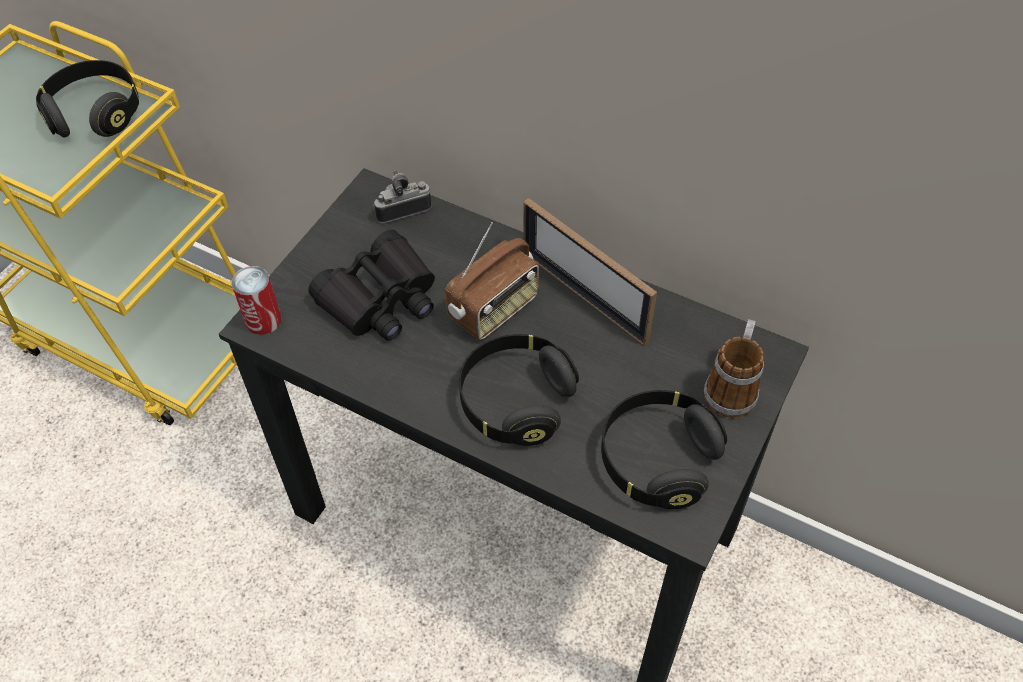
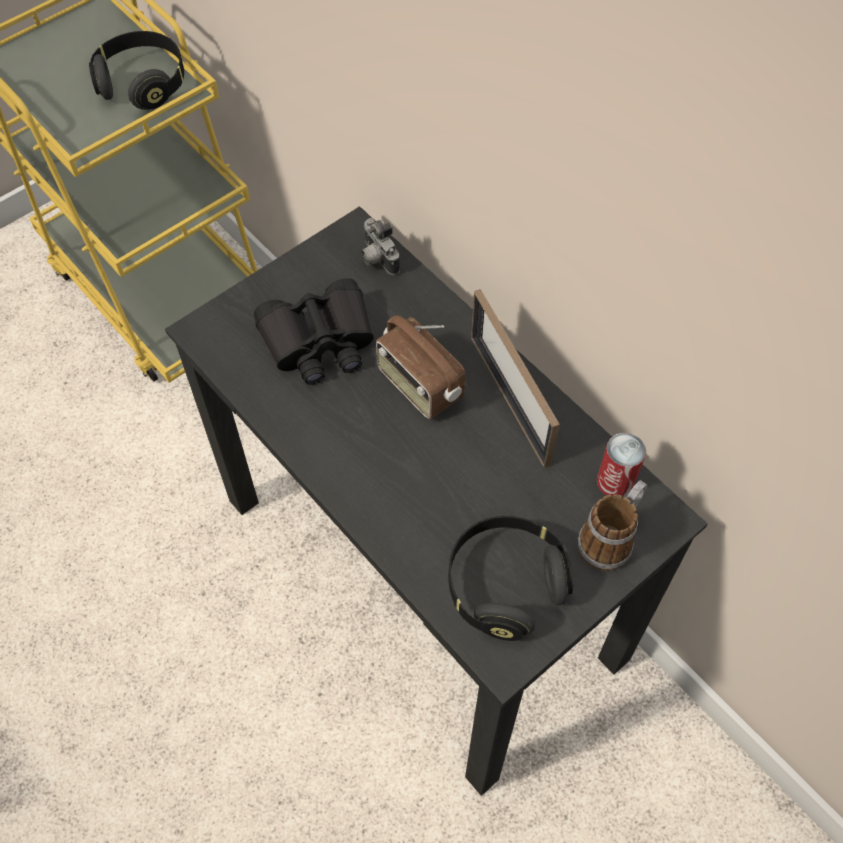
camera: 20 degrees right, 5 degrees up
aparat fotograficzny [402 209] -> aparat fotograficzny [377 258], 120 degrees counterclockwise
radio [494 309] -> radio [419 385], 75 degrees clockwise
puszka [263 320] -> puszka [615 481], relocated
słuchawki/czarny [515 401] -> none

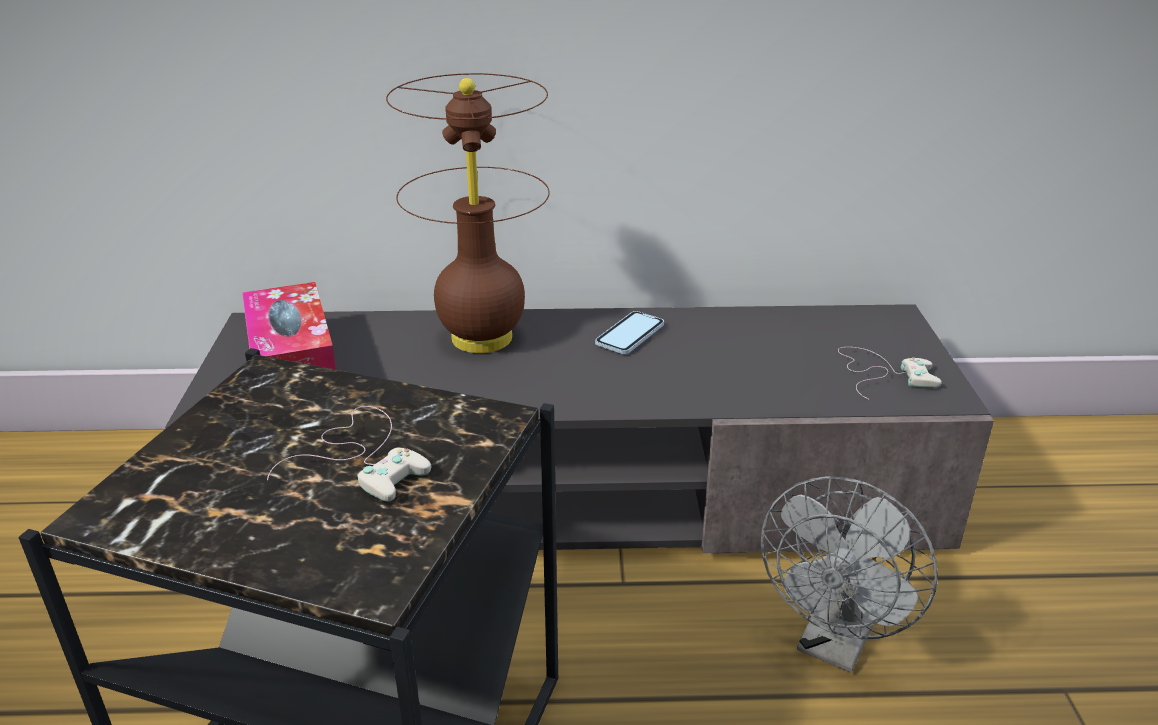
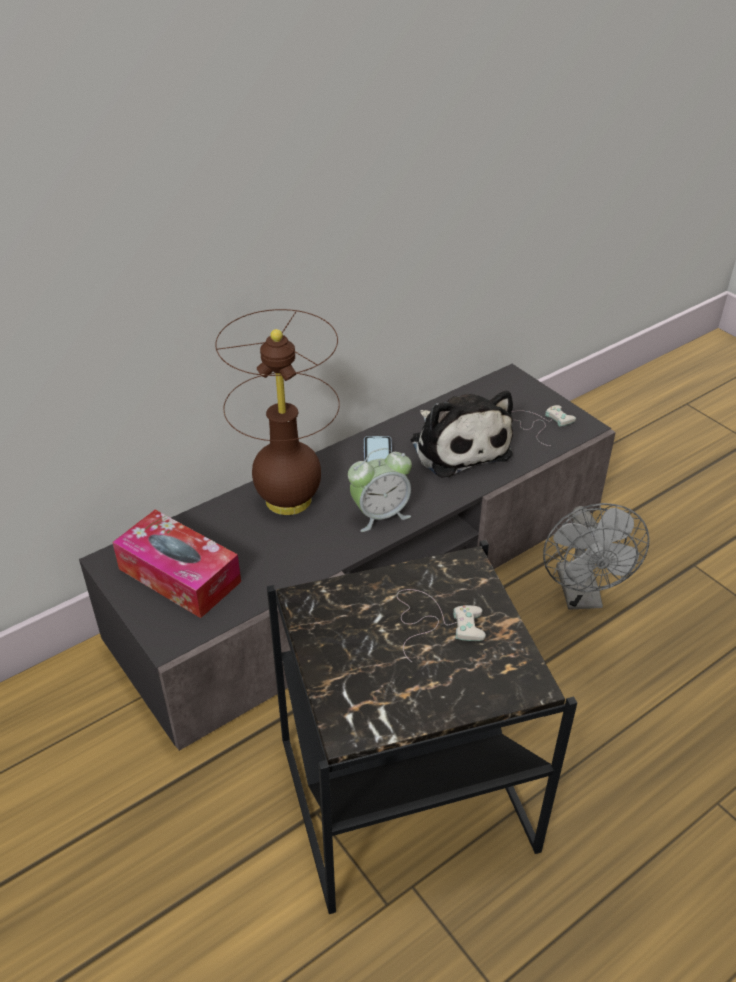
camera: 35 degrees left, 10 degrees up
none -> pluszak [458 445]
none -> budzik [380 515]

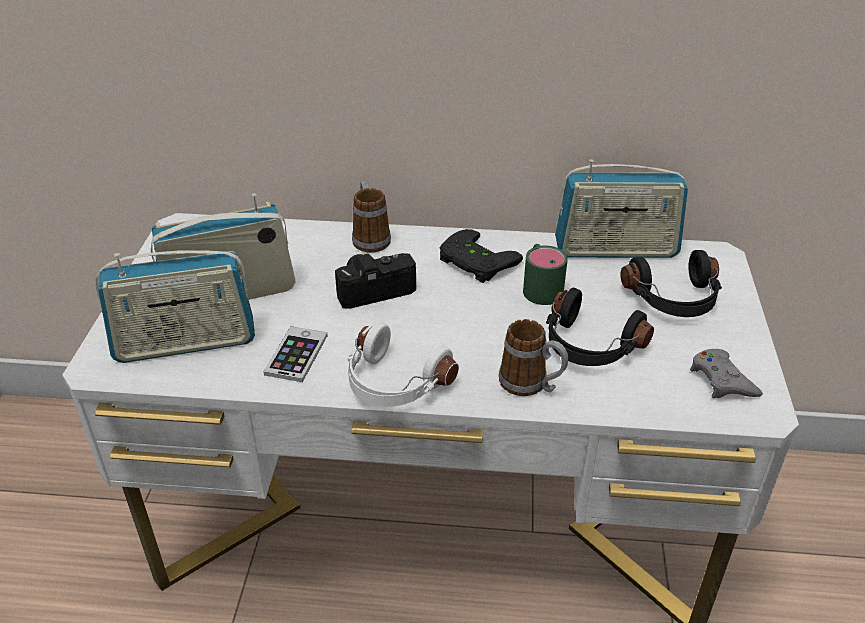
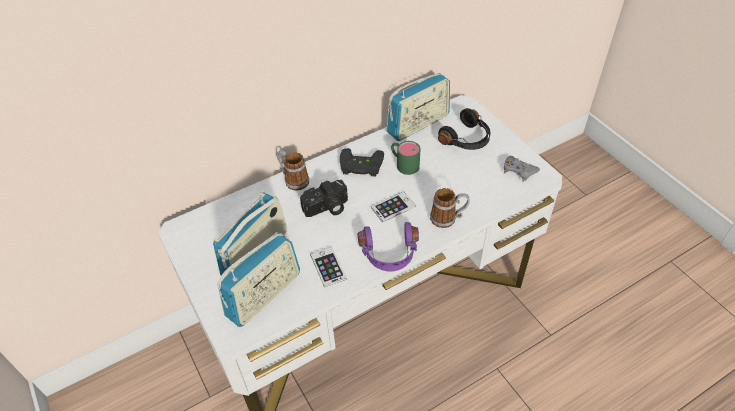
camera: 35 degrees left, 10 degrees up
aparat fotograficzny [374 288] -> aparat fotograficzny [327 208], 150 degrees counterclockwise
słuchawki/czarny [589 346] -> none
słuchawki/biały [394 384] -> słuchawki/fioletowy [389 254]
none -> telefon [393 207]

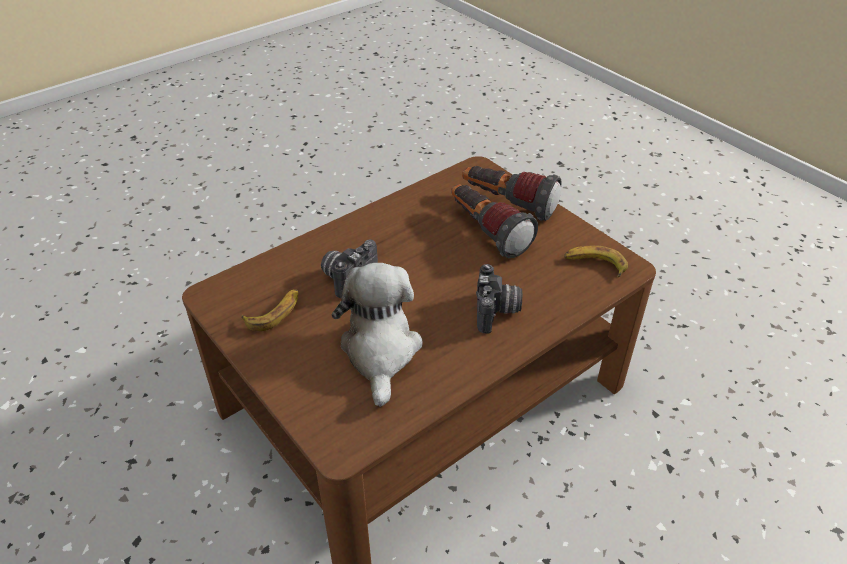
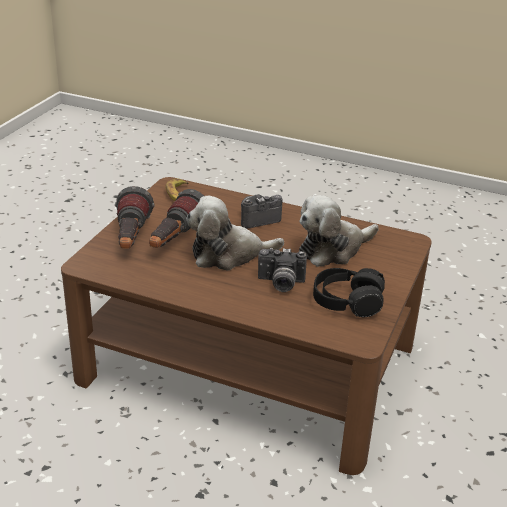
camera: 120 degrees left, 10 degrees down
banan [275 313] -> słuchawki/czarny [347 302]
none -> pluszak [228 254]

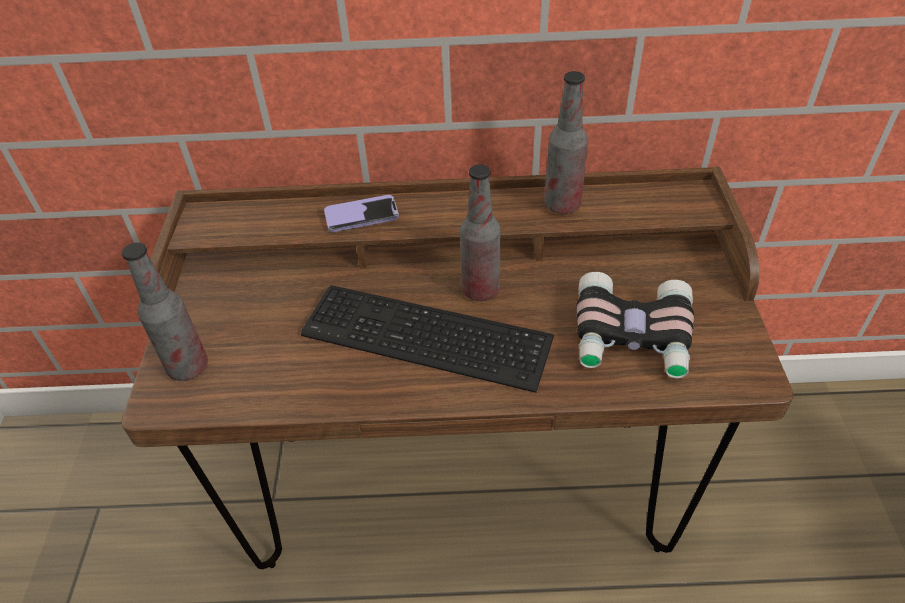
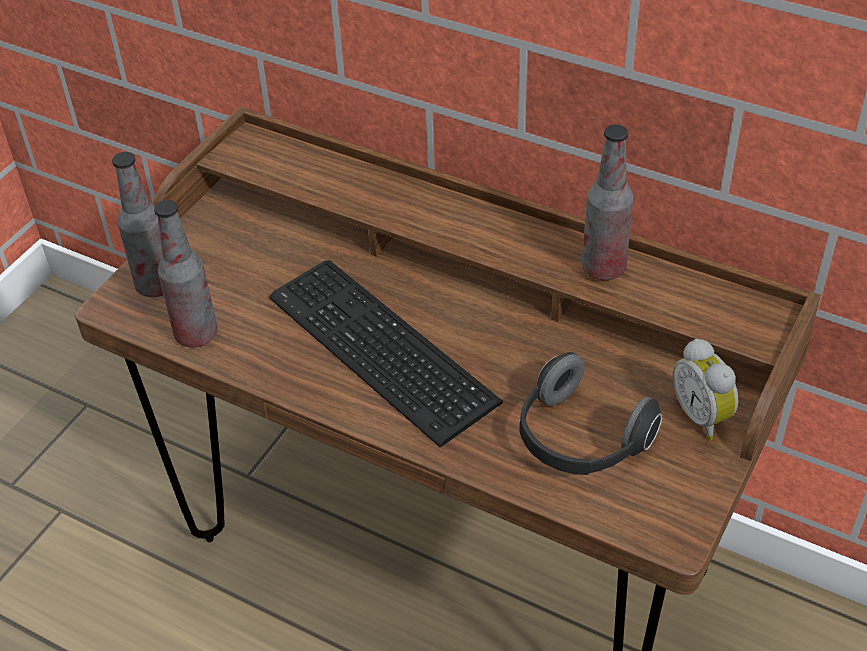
camera: 30 degrees right, 0 degrees up
butelka [480 290] -> butelka [196 334], relocated
telefon [361 215] -> none
lornetka [631 338] -> słuchawki [579 440]
none -> budzik [703 416]

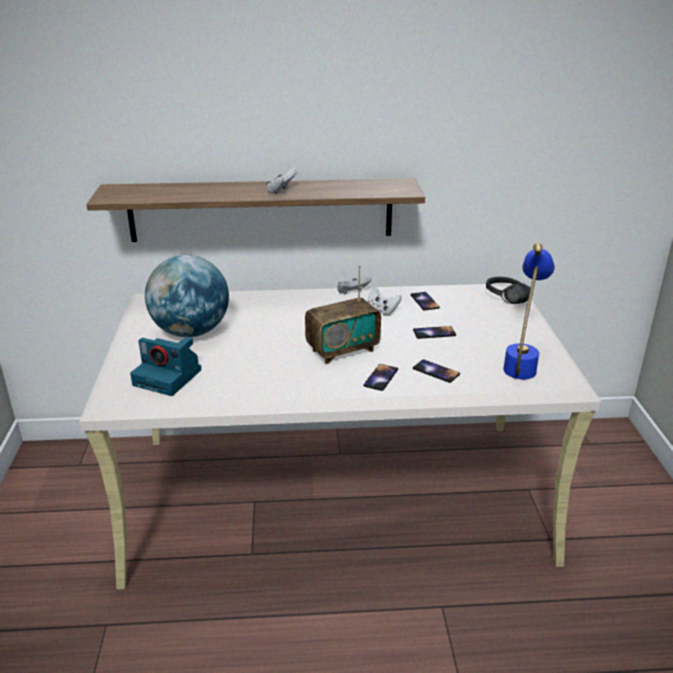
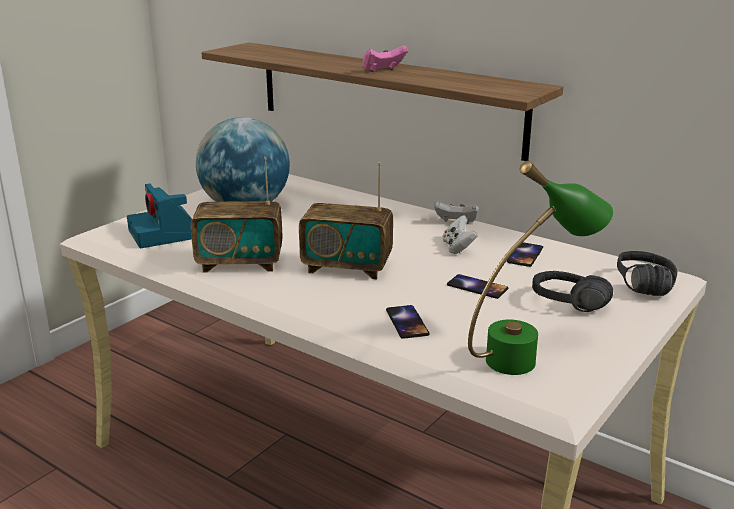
camera: 40 degrees right, 5 degrees down
pad do gier/biały [281 191] -> pad do gier/różowy [382 71]
lampa stołowa/niebieski [521 362] -> lampa stołowa/zielony [529 355]
telefon [380 377] -> none
none -> radio [240 263]
none -> słuchawki/czarny [567 308]

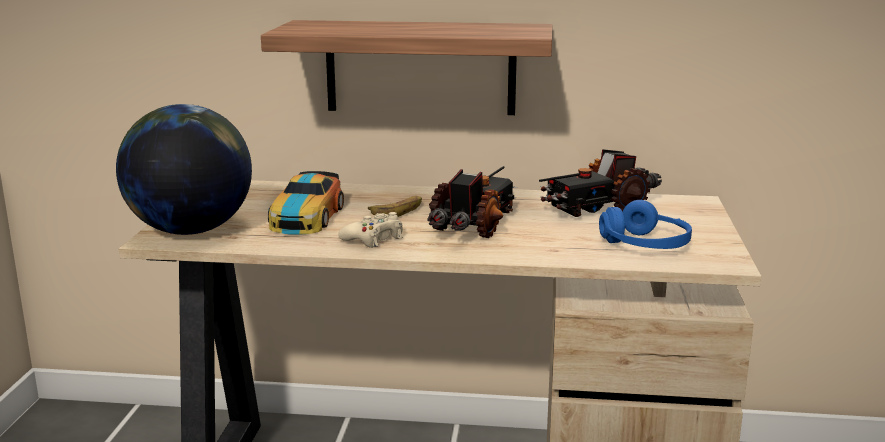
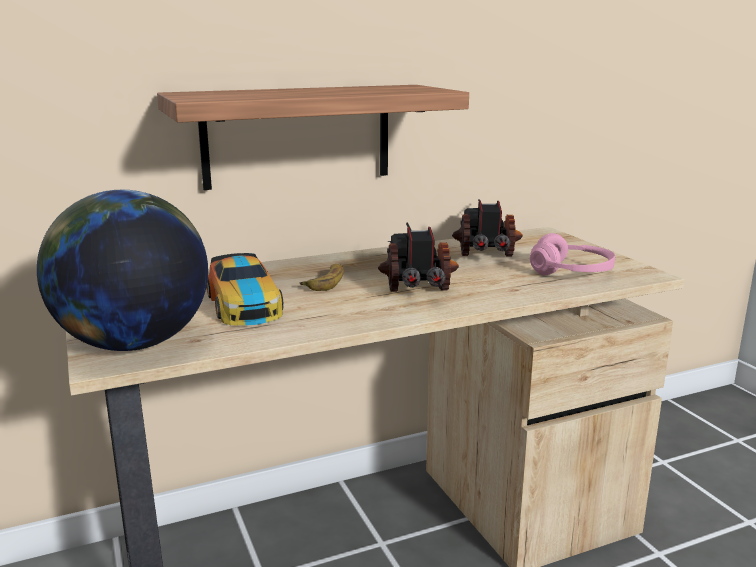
camera: 30 degrees left, 0 degrees up
ciężarówka zabawkowa [597 208] -> ciężarówka zabawkowa [485 250], 150 degrees clockwise
słuchawki/niebieski [645 245] -> słuchawki/różowy [571 272]
pad do gier/beżowy [374 239] -> none

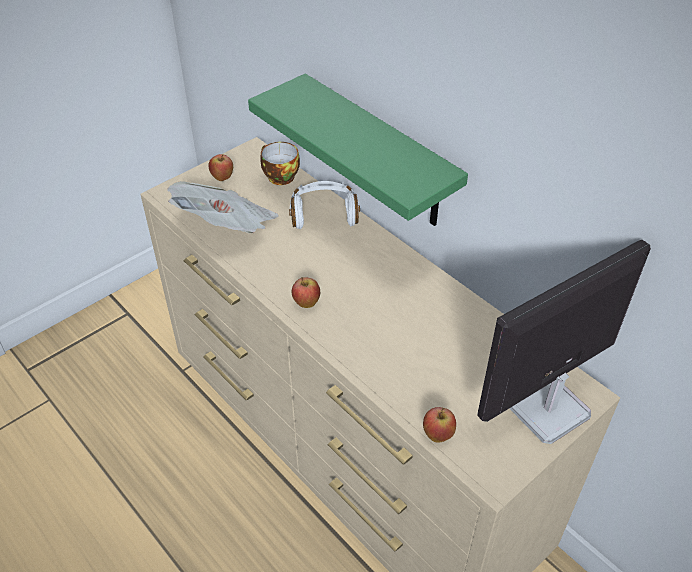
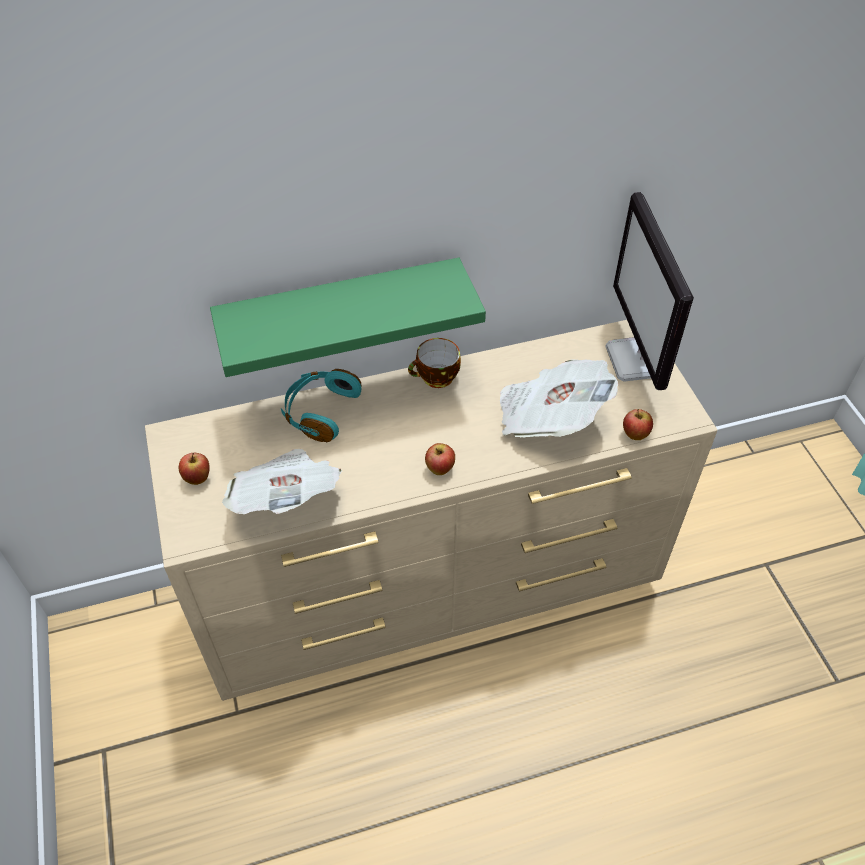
camera: 65 degrees left, 5 degrees up
filiżanka [279 176] -> filiżanka [436 378], relocated
słuchawki/biały [324 213] -> słuchawki/turkusowy [320 412]
none -> gazeta [549 417]

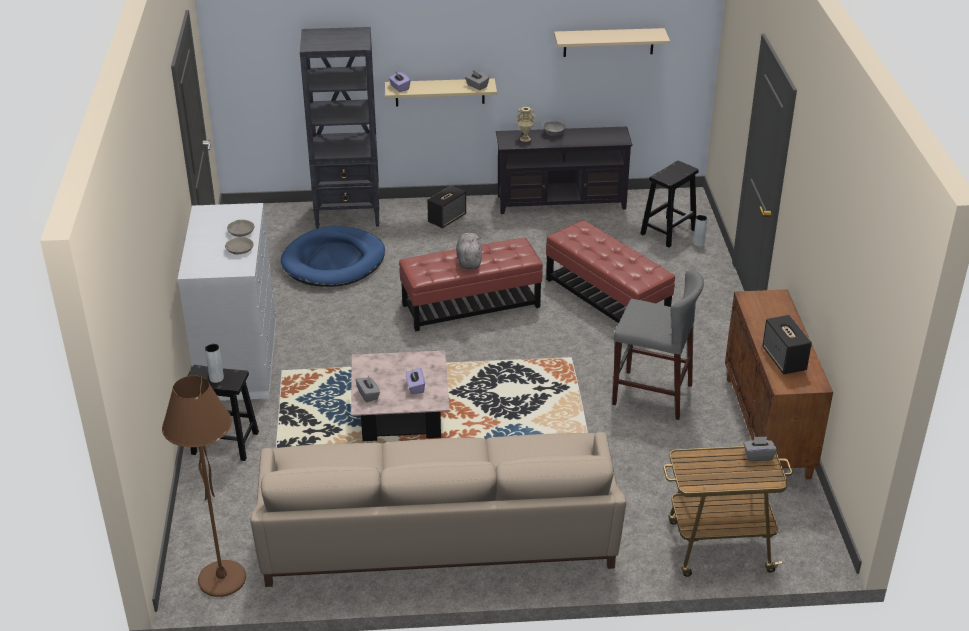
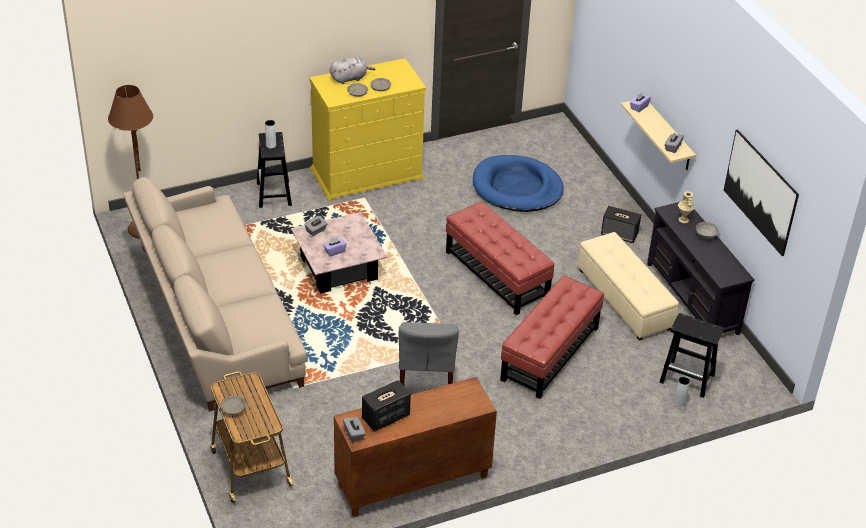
camera: 70 degrees right, 5 degrees up
regał/czarny [348 215] -> none
półka/beżowy [608 42] -> obraz [760 192]
komoda/biały [237 360] -> komoda/żółty [367 174]
pluszak/szary [469 261] -> pluszak/szary [350 78], relocated
pudełko chusteczek/szary [758 456] -> pudełko chusteczek/szary [354 434], relocated
none -> pufa/beżowy [624 299]
none -> miska/szary [233 408]

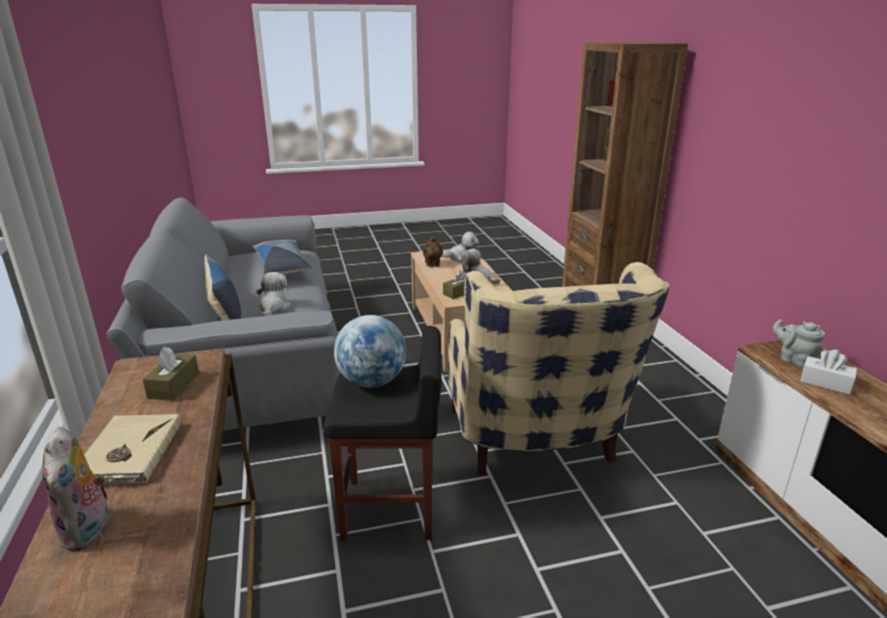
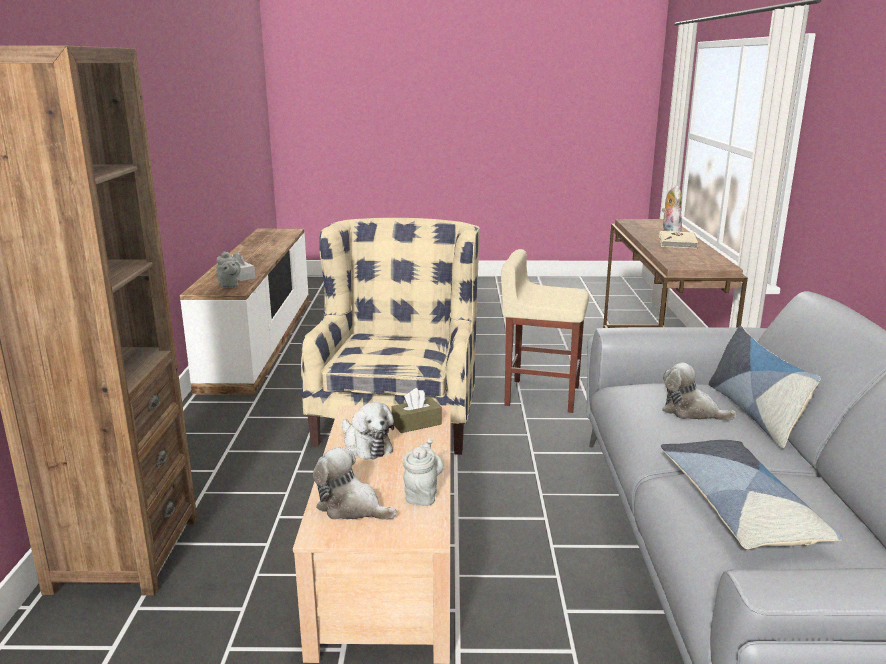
camera: 165 degrees left, 5 degrees down
imbryk/brązowy [432 264] -> imbryk/szary [422 494]
pluszak [274 308] -> pluszak [691 412], 105 degrees clockwise
globus [372 382] -> none
stołek/czarny [391 509] -> stołek/beżowy [541 395]
pudełko chusteczek/brązowy [174 386] -> none

